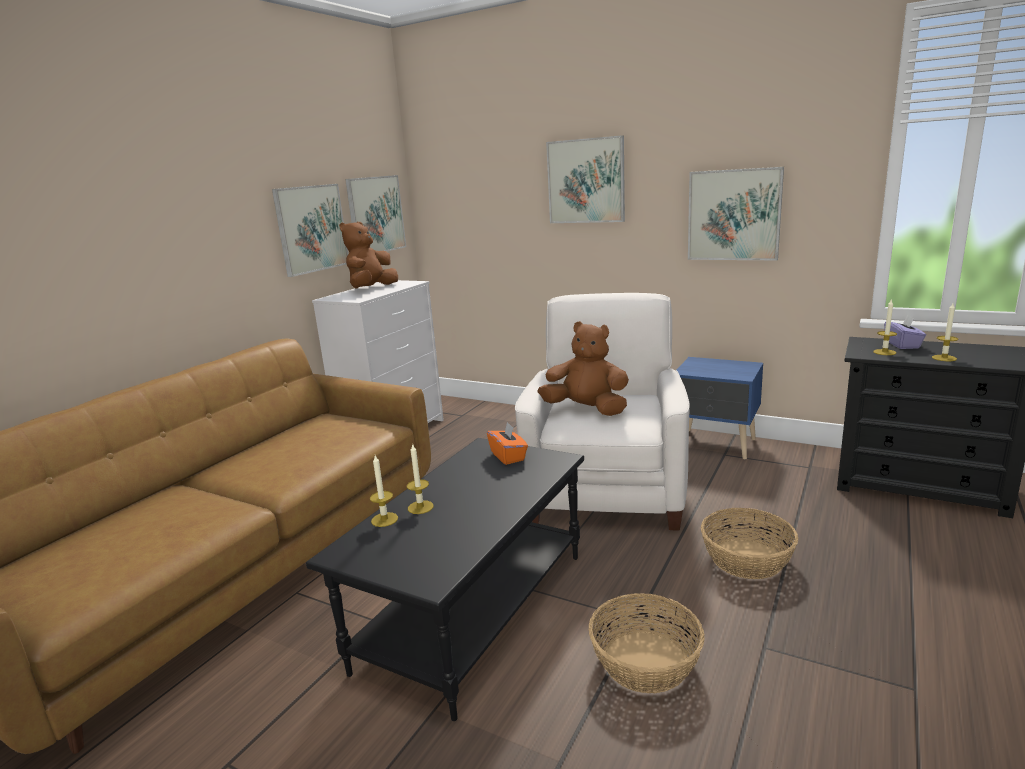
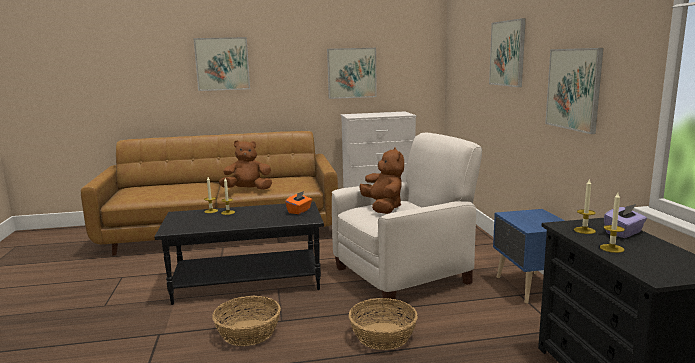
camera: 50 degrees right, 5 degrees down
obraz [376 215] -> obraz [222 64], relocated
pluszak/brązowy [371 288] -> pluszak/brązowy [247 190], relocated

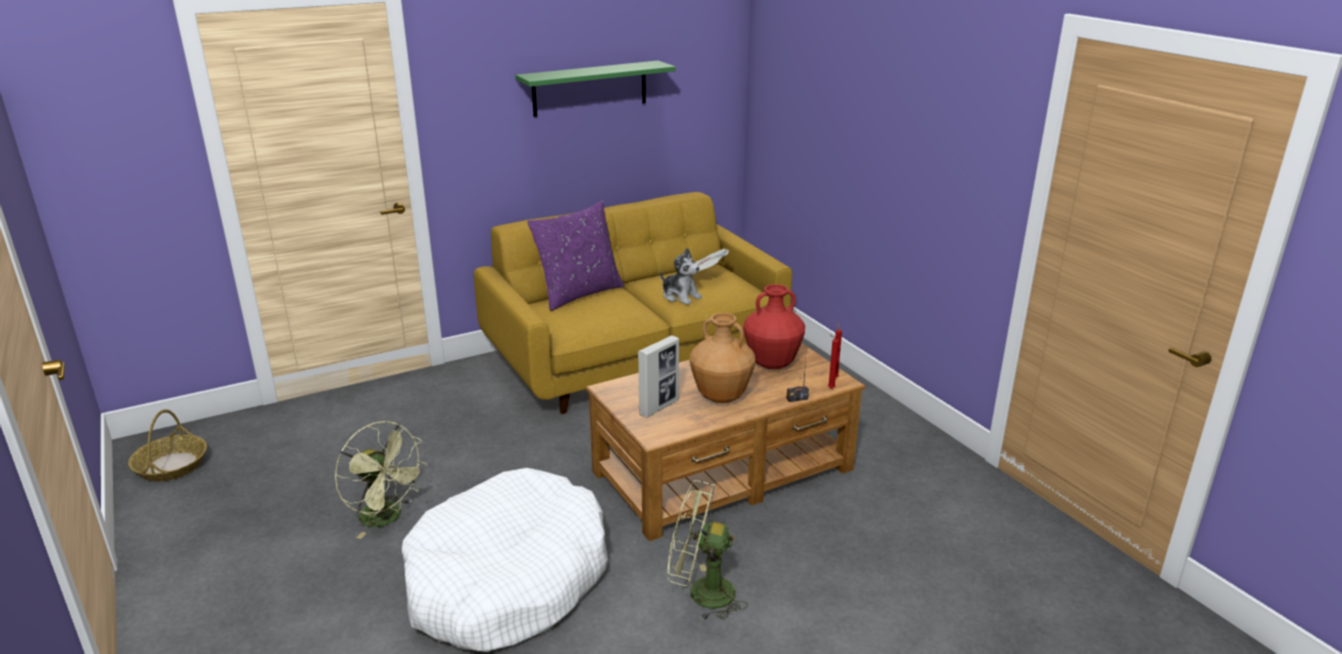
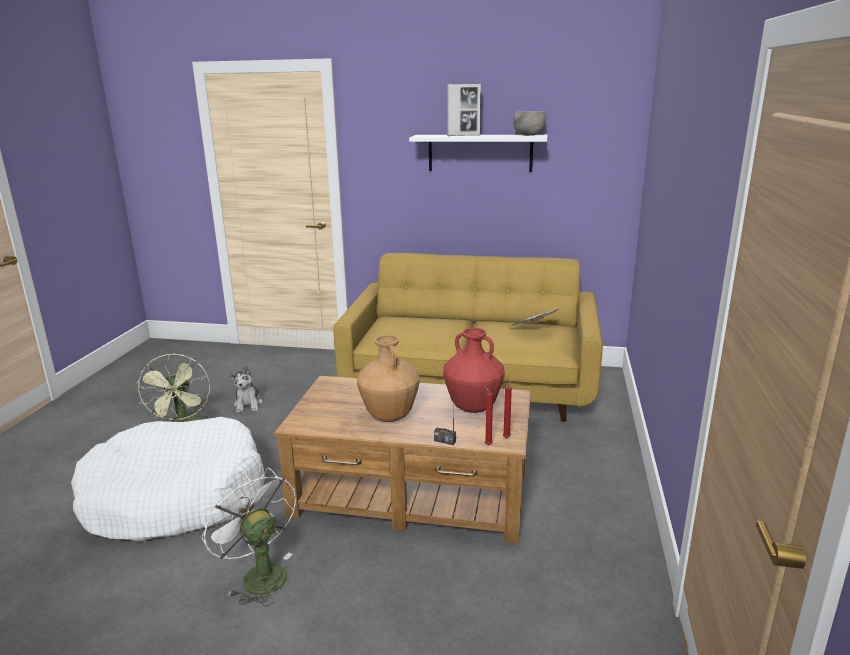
camera: 40 degrees right, 5 degrees down
półka/zielony [590 88] -> półka/biały [480 153]
poduszka/fioletowy [579 294] -> none
pluszak [680 296] -> pluszak [248 404], relocated
ramka na zdjęcie [659 407] -> ramka na zdjęcie [463 135], relocated
koszyk [171 466] -> none
wentylator/zielony [701 593] -> wentylator/biały [258 575]
none -> miska/szary [528 135]

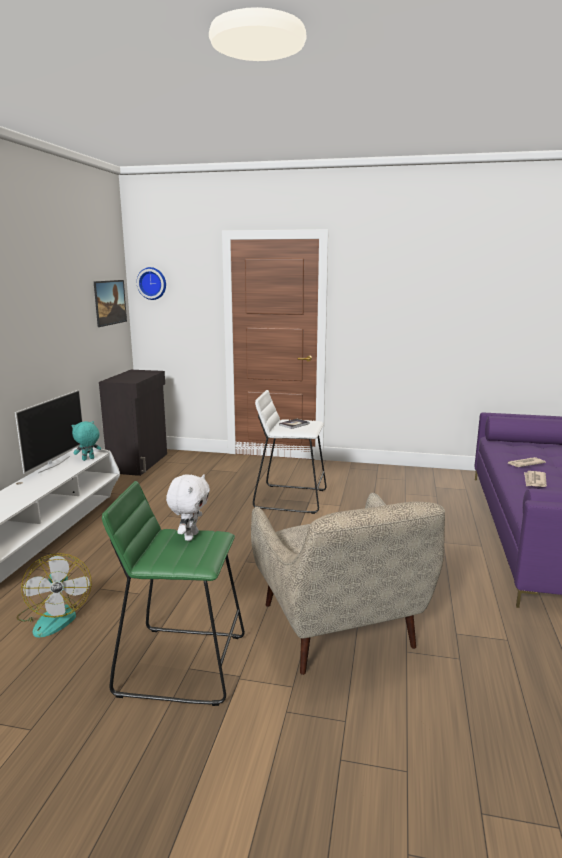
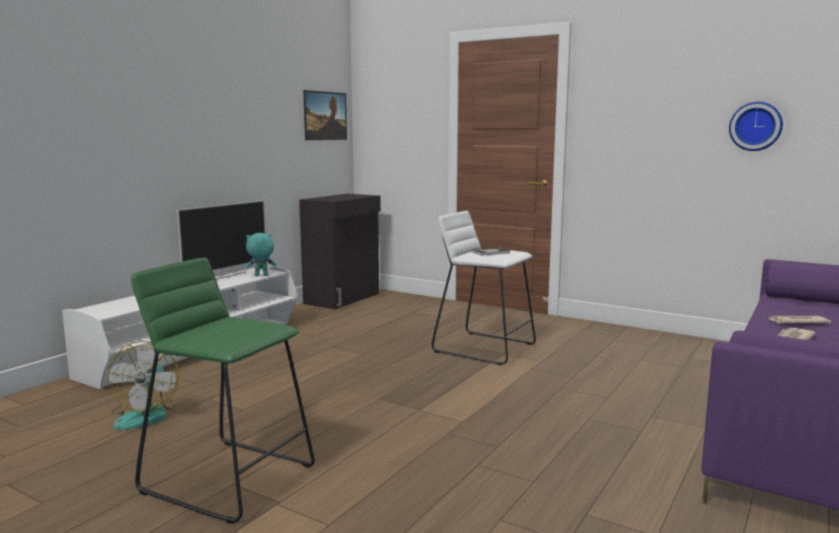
camera: 20 degrees right, 5 degrees down
zegar ścienny [152 283] -> zegar ścienny [755 126], relocated
pluszak/biały [190 536] -> none
fotel/beżowy [339 631] -> none

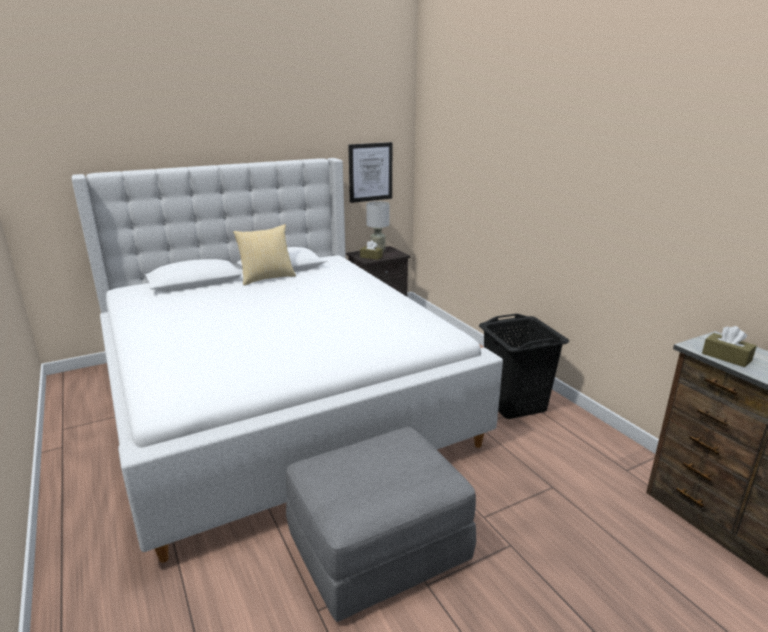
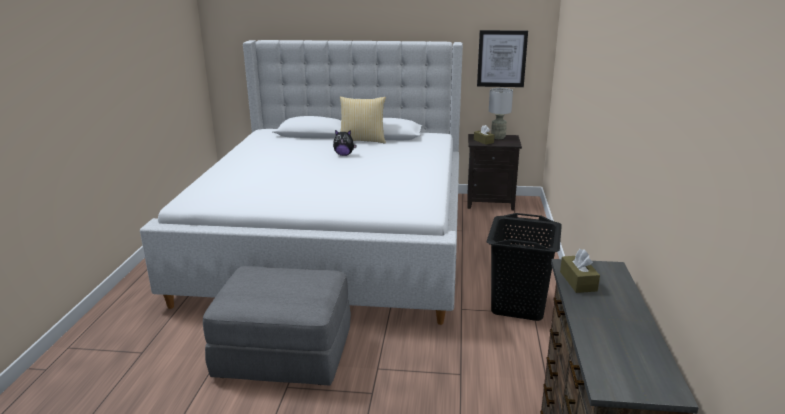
camera: 35 degrees right, 0 degrees up
none -> pluszak [344 155]

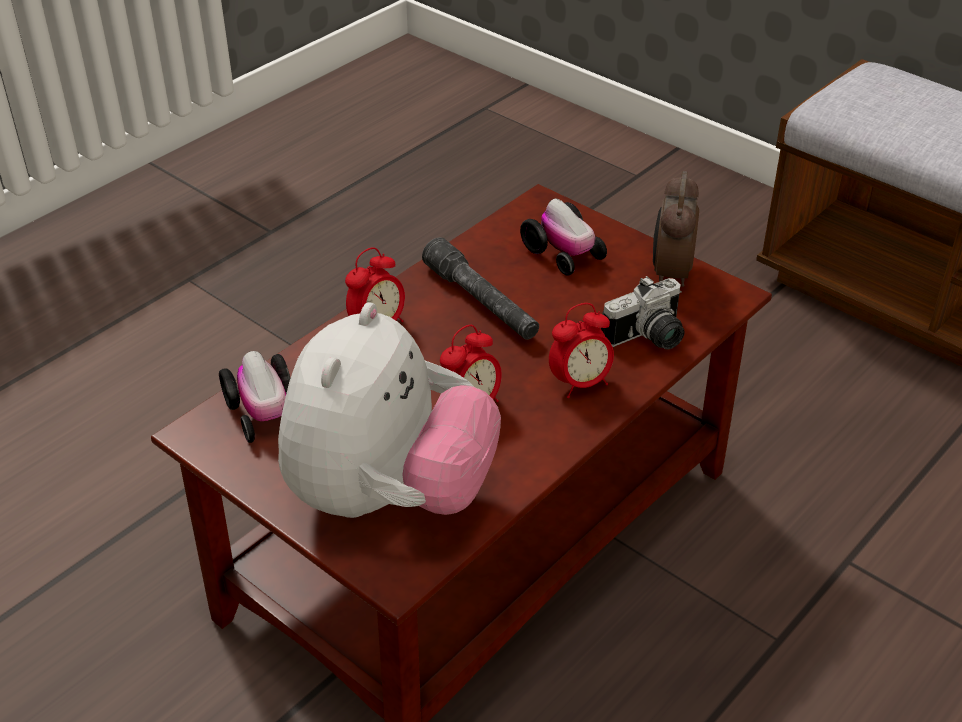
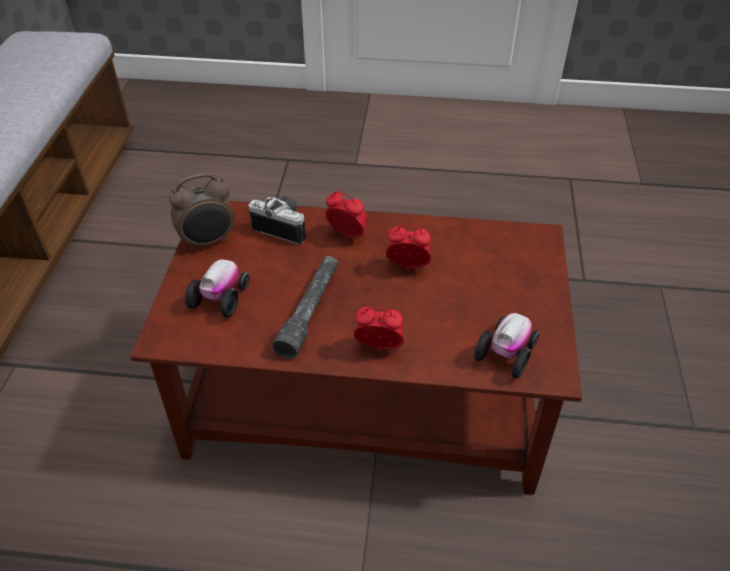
camera: 125 degrees left, 5 degrees up
pluszak [389 496] -> none

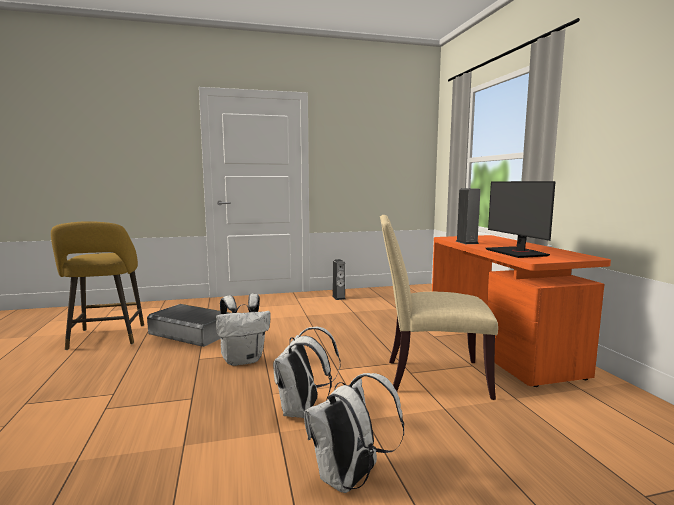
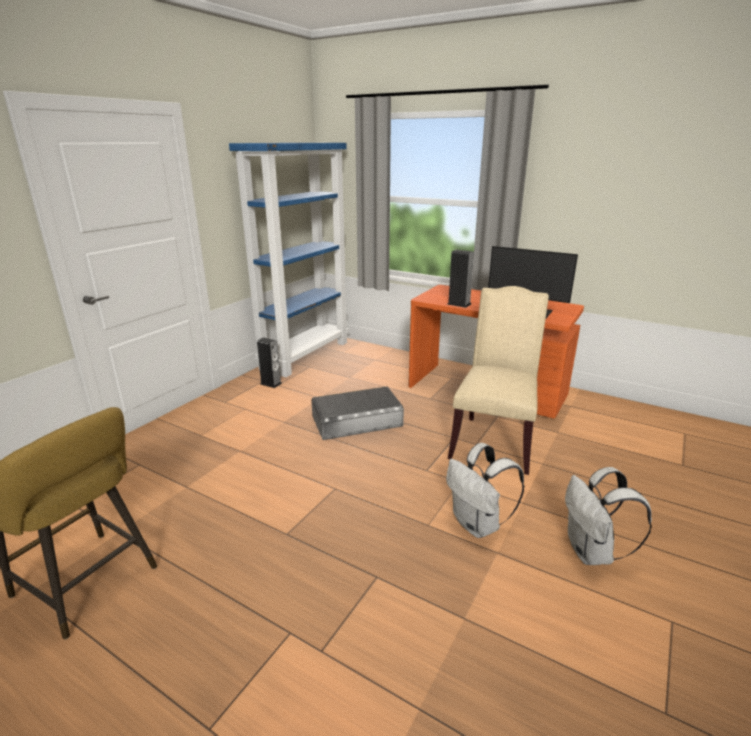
camera: 45 degrees left, 15 degrees up
krzesło/beżowy [431 377] -> krzesło/beżowy [493 441], 150 degrees clockwise
plecak/biały [243 360] -> none
pojemnik do przechowywania/szary [192 332] -> pojemnik do przechowywania/szary [357 420], relocated
none -> regał/niebieski [305 355]

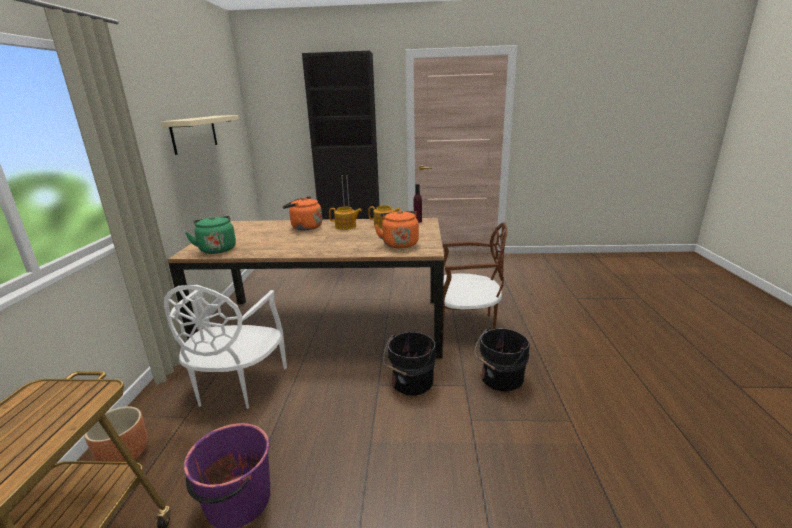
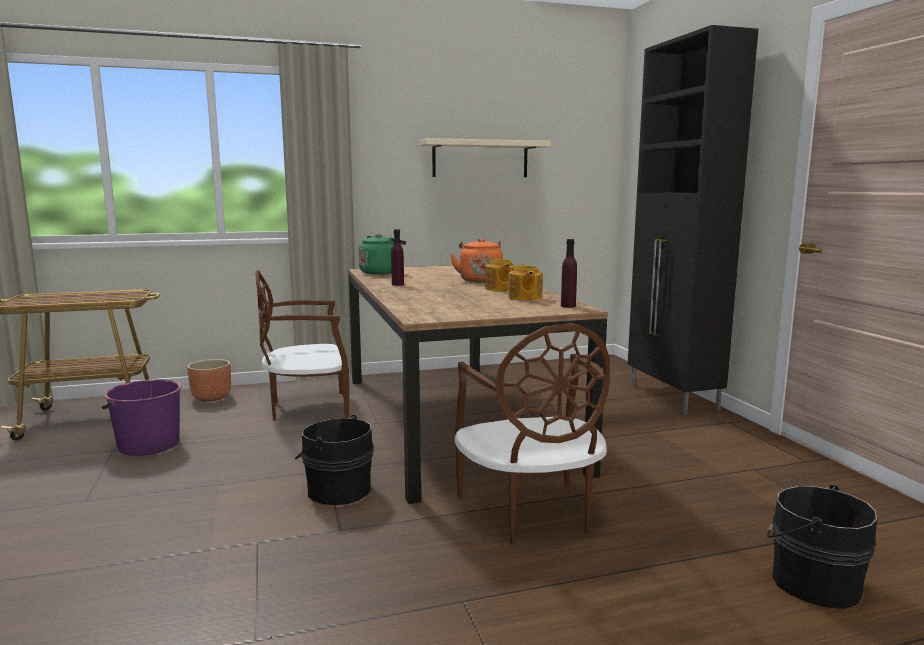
camera: 70 degrees right, 10 degrees down
czajnik/pomarańczowy [399 243] -> none
krzesło/biały [237 386] -> krzesło/brązowy [308 408]
wiadro/czarny [500 378] -> wiadro/czarny [811 581], relocated
none -> butelka/fioletowy [398 284]

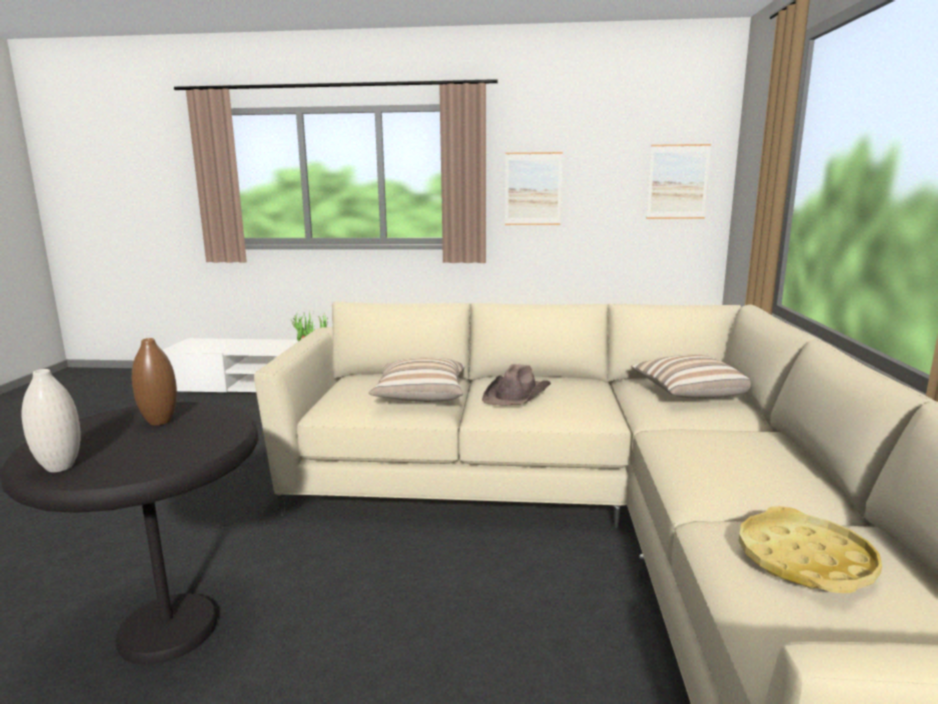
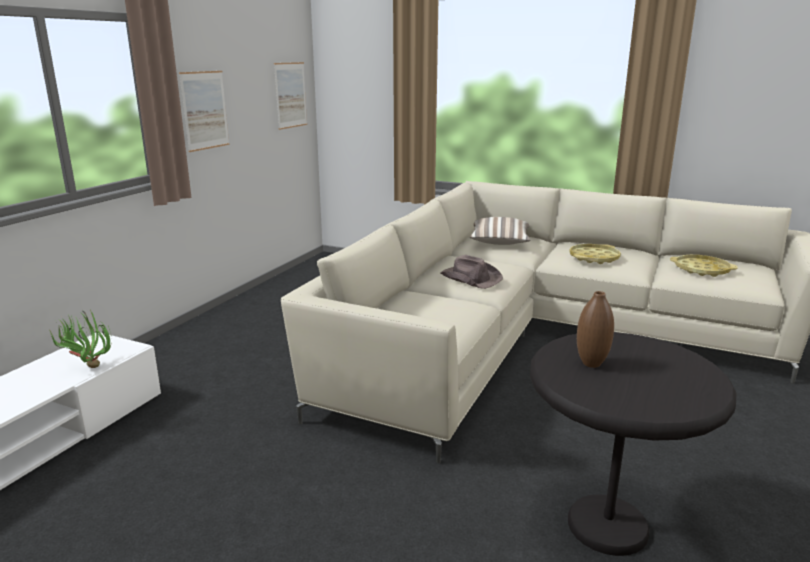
camera: 70 degrees left, 5 degrees up
poduszka [420 397] -> none
wazon/biały [60 467] -> none
none -> taca/żółty [594 258]

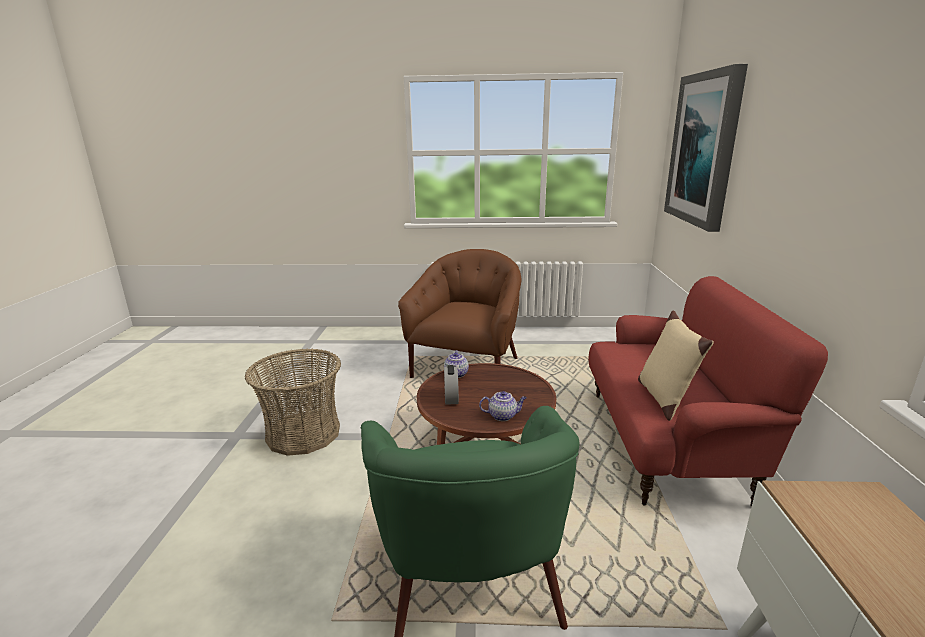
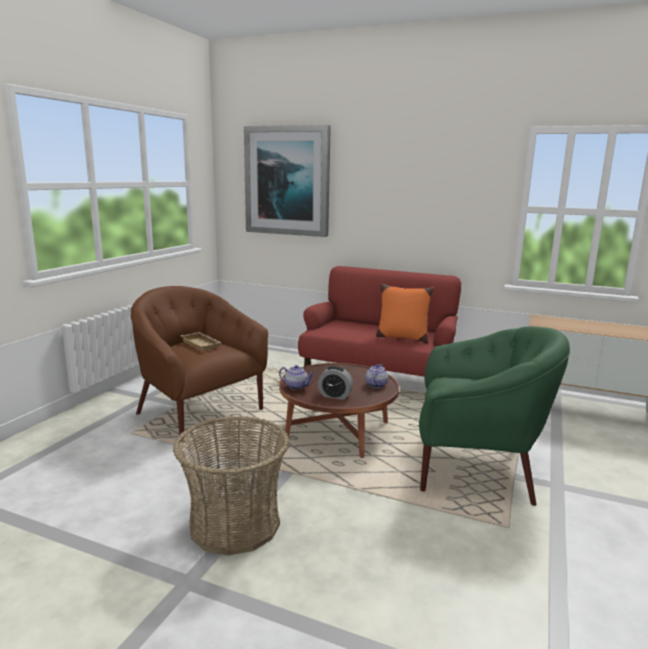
camera: 70 degrees left, 5 degrees down
poduszka/beżowy [664 398] -> poduszka/pomarańczowy [402 337]
none -> taca/beżowy [202 344]

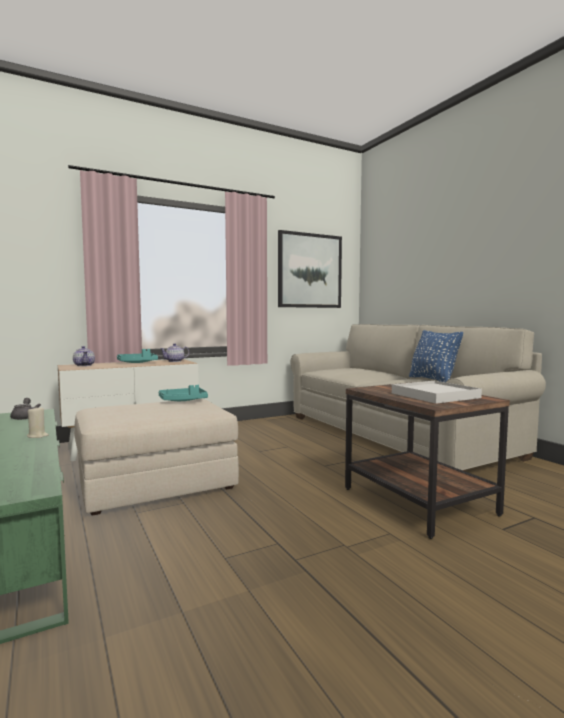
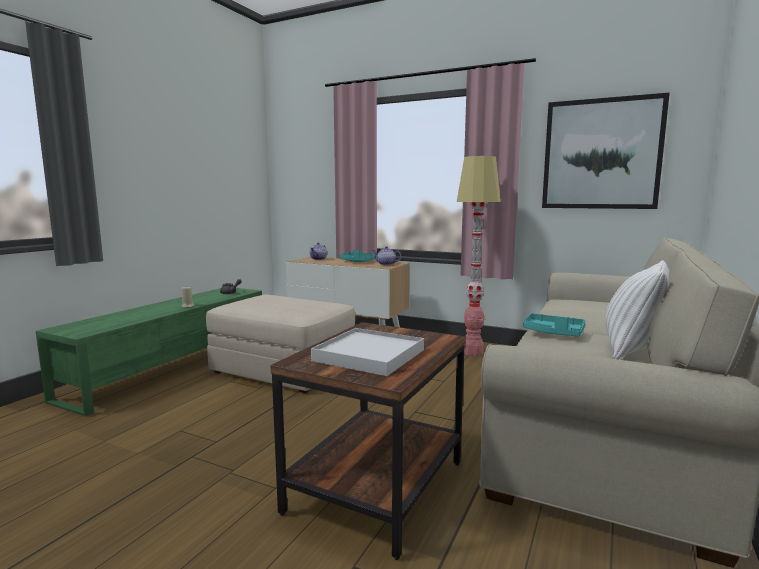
camera: 55 degrees right, 5 degrees up
poduszka/niebieski [433 380] -> poduszka/biały [634 349]
taca/turkusowy [183 400] -> taca/turkusowy [553 333], relocated
none -> lampa stojąca [472 352]

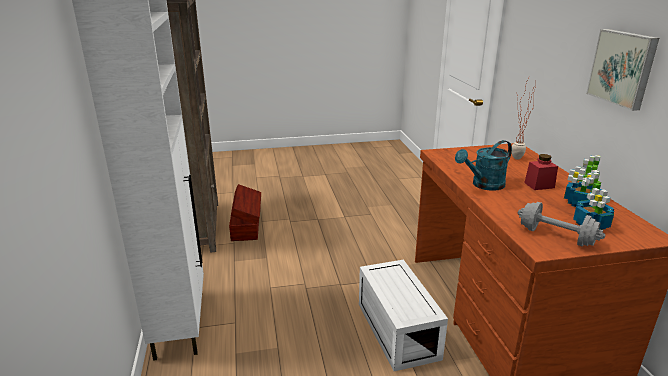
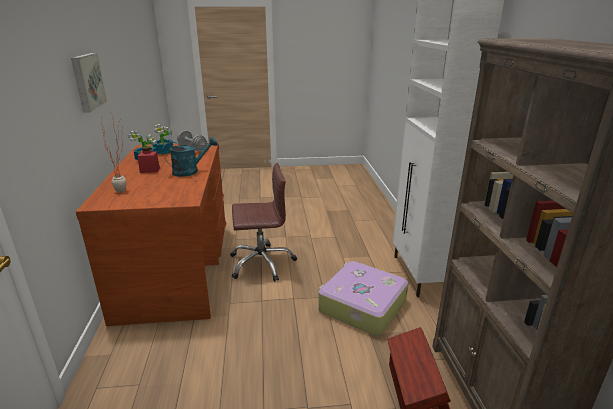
camera: 175 degrees left, 0 degrees up
pojemnik do przechowywania/biały [395 329] -> krzesło biurowe/brązowy [261 263]
none -> walizka [361 306]

